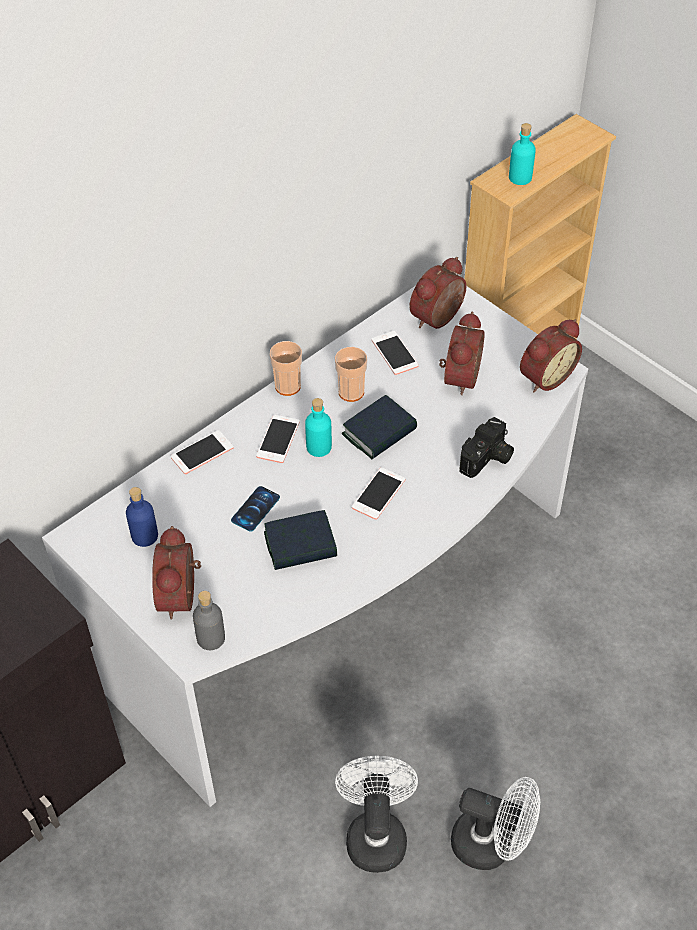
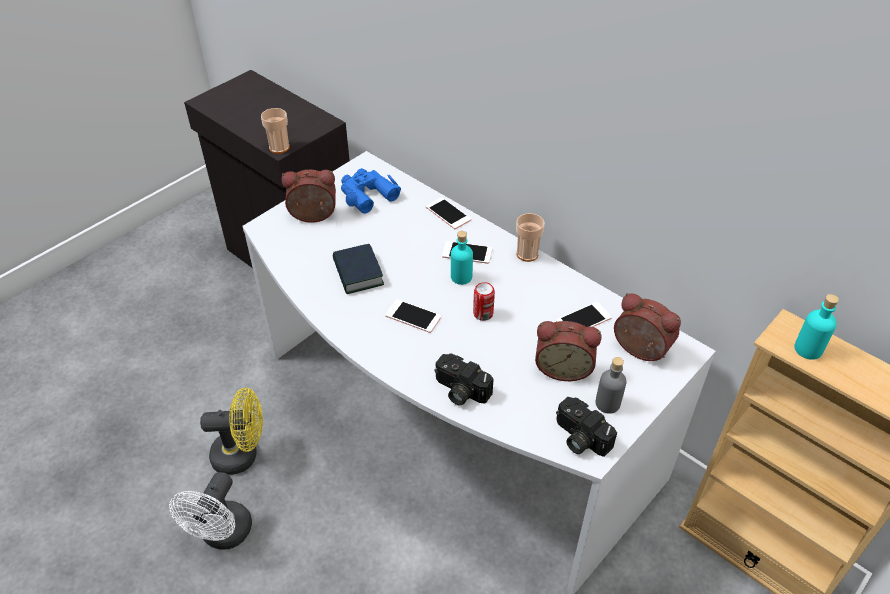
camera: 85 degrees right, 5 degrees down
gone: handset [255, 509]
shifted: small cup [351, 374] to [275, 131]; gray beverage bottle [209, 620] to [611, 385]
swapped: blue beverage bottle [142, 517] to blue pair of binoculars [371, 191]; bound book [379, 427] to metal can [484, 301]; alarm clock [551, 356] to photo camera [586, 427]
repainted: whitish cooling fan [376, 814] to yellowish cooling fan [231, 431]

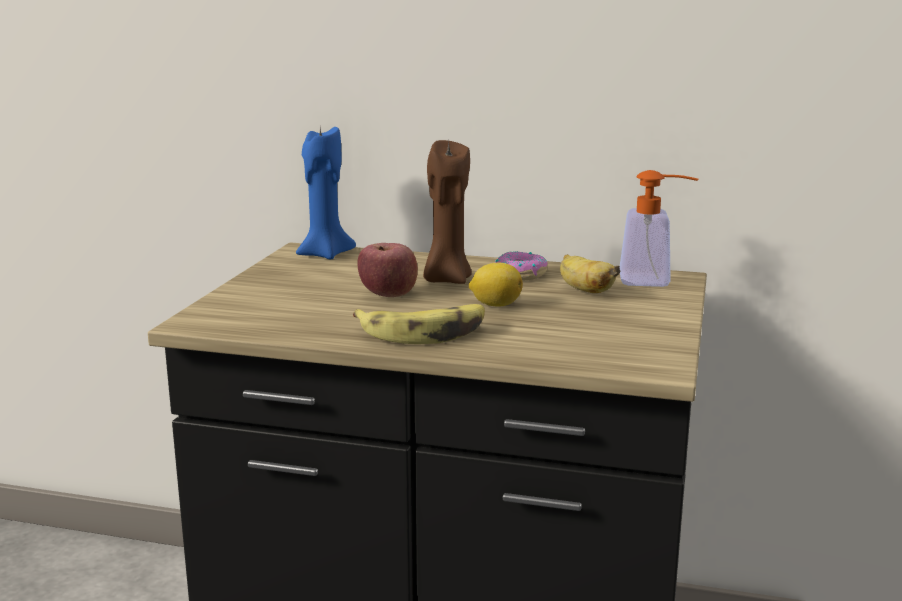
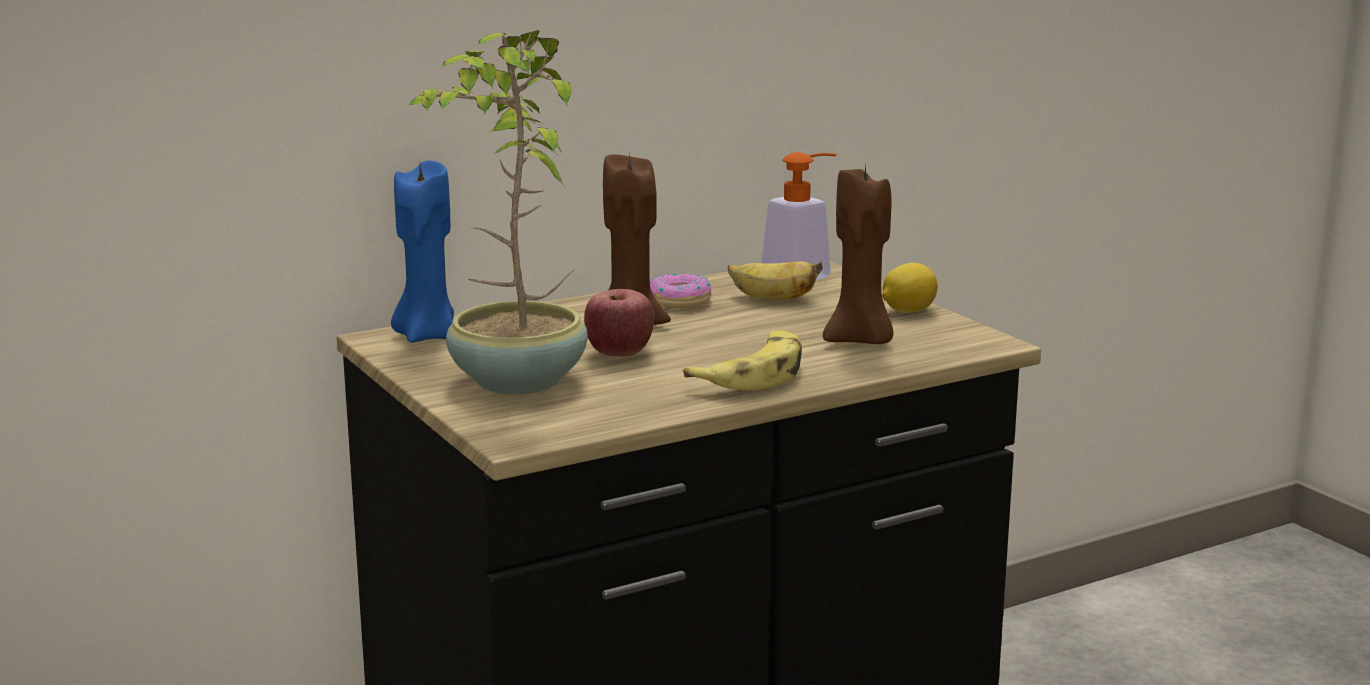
camera: 45 degrees left, 0 degrees up
new: plant in a pot [498, 212]; brownish wax light [858, 254]
shifted: citrus fruit [495, 285] to [910, 288]

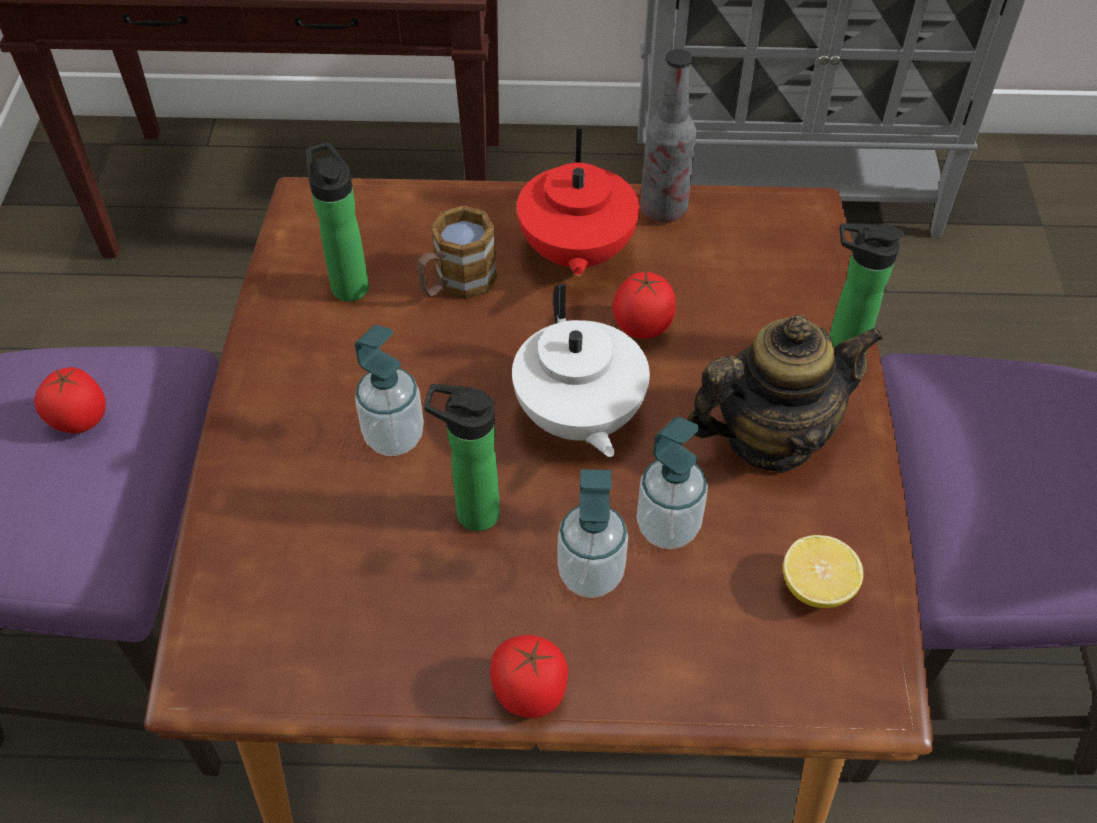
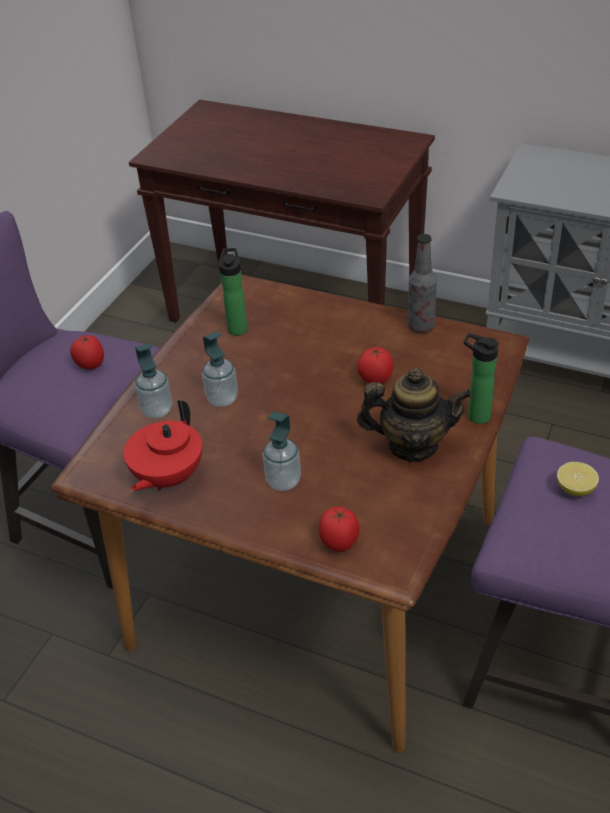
camera: 25 degrees right, 10 degrees down
gone: tea mug [457, 252]; beverage bottle [462, 457]; whitish teapot [581, 370]
shifted: reddish teapot [578, 202] to [162, 445]; soap bottle [672, 483] to [153, 380]; fresh tomato [529, 676] to [339, 529]; citrus fruit [823, 571] to [578, 479]

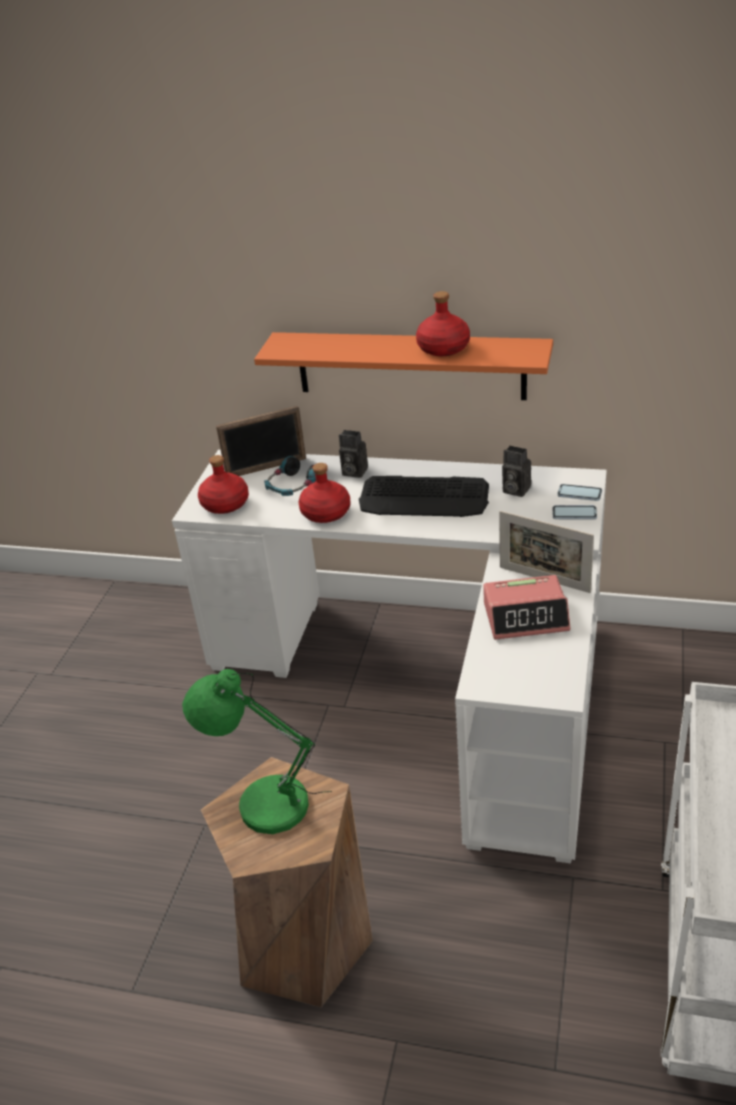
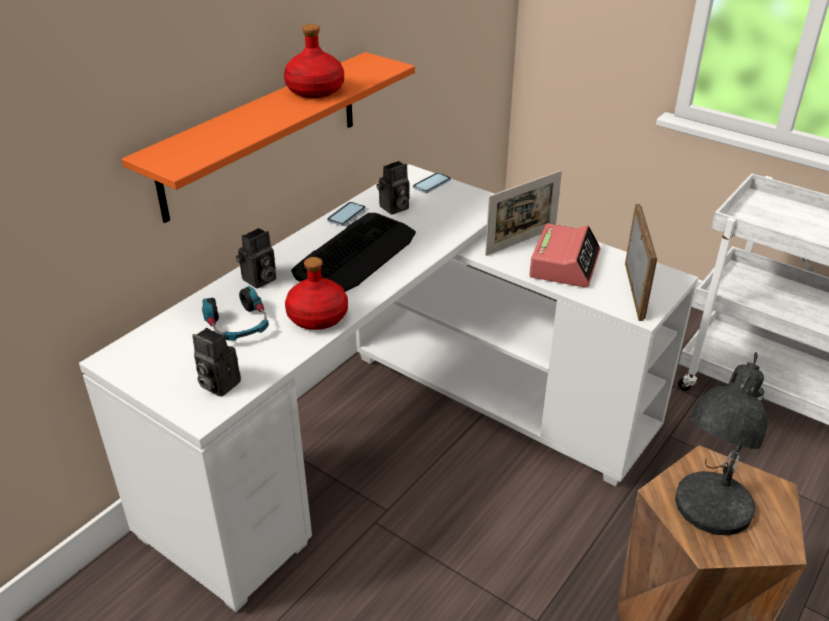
camera: 70 degrees left, 0 degrees up
shifted: handset [574, 512] to [346, 214]; standing frame [261, 441] to [641, 262]
swapped: reddish beverage bottle [223, 484] to photo camera [217, 362]
repainted: green-coloured table lamp [257, 751] to gray table lamp [721, 443]

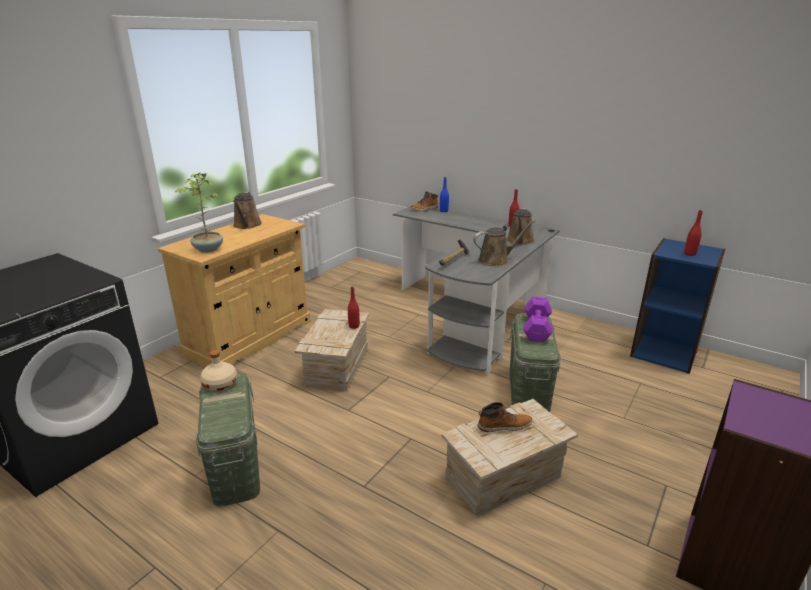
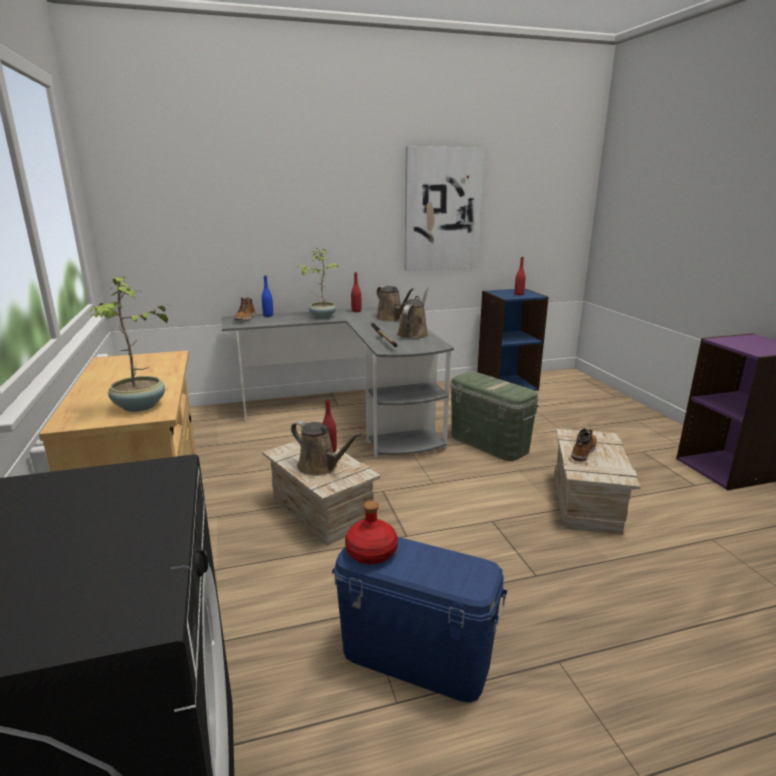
camera: 50 degrees left, 5 degrees down
gone: purplish hand weight [538, 319]
new: plant in a pot [318, 283]; picture [445, 208]
shifted: brownish watering can [247, 210] to [326, 448]
repainted: green-coloured storage bin [228, 439] to blue storage bin [420, 620]; beige-coloured beverage bottle [218, 370] to reddish beverage bottle [371, 532]

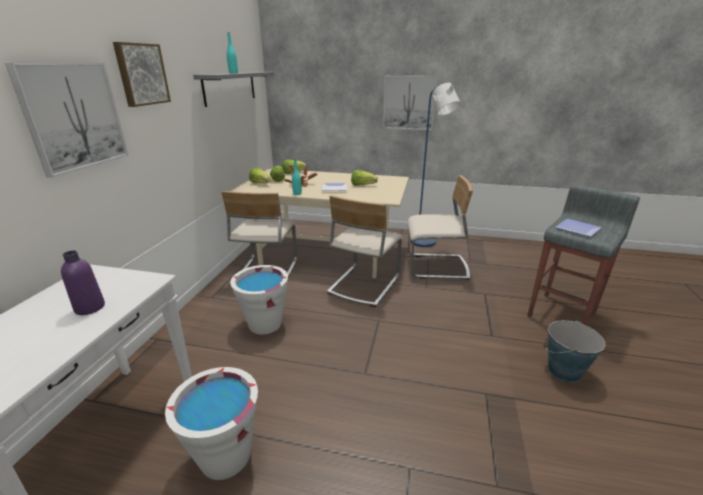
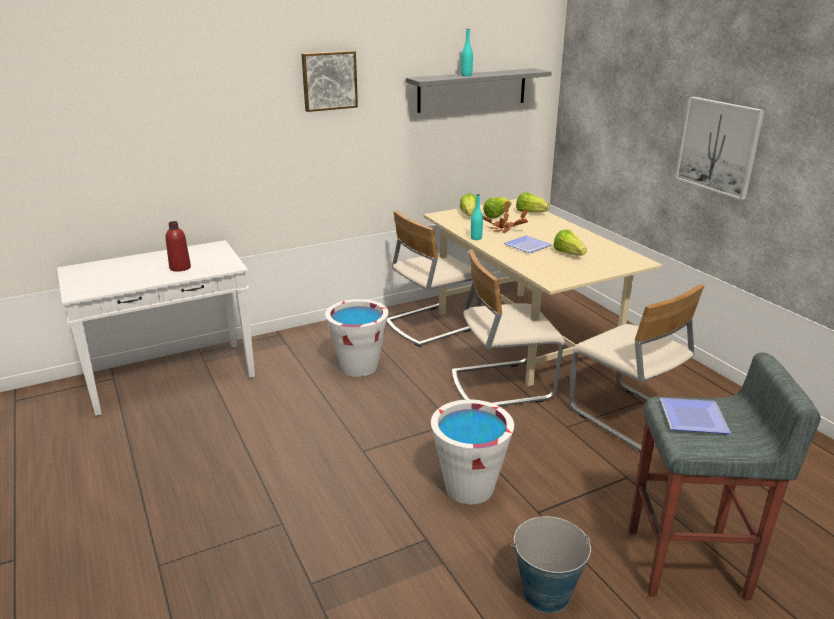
camera: 50 degrees right, 0 degrees up
gone: picture [66, 120]; blue standing lamp [435, 165]
shifted: whitish bucket [211, 423] to [472, 451]
repainted: purplish beverage bottle [83, 282] to reddish beverage bottle [178, 246]

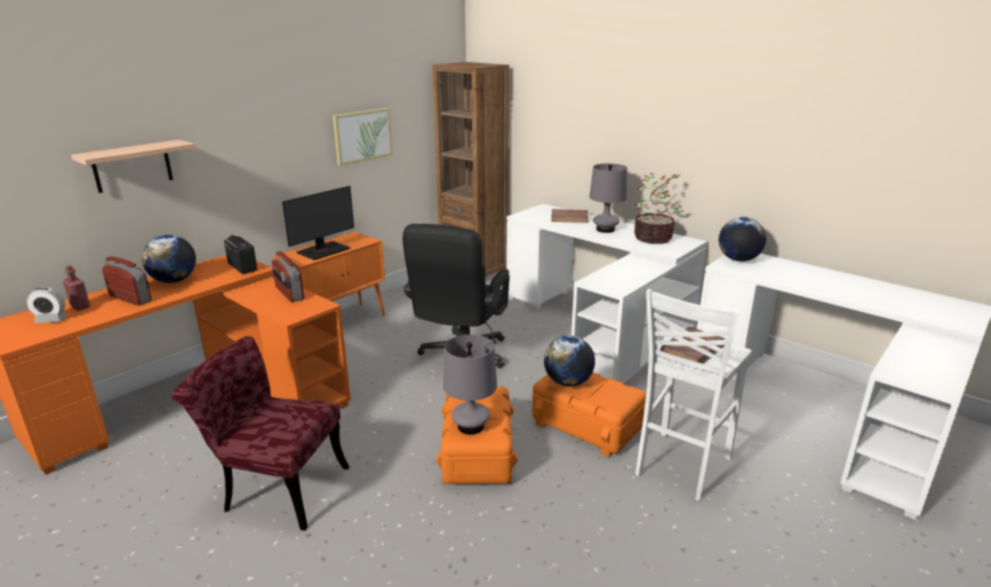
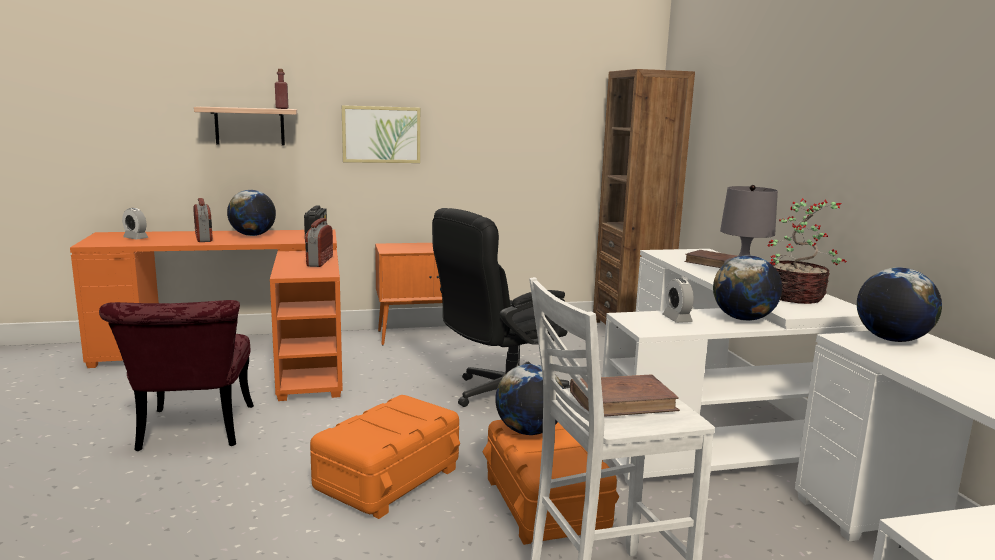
camera: 35 degrees right, 10 degrees down
gone: monitor [318, 223]; gray table lamp [470, 385]
new: alarm clock [678, 300]; globe [747, 288]
shifted: reddish beverage bottle [76, 288] to [281, 89]; picture [362, 137] to [381, 134]
rotated: reddish plain chair [260, 433] = [176, 375] 150 degrees counterclockwise

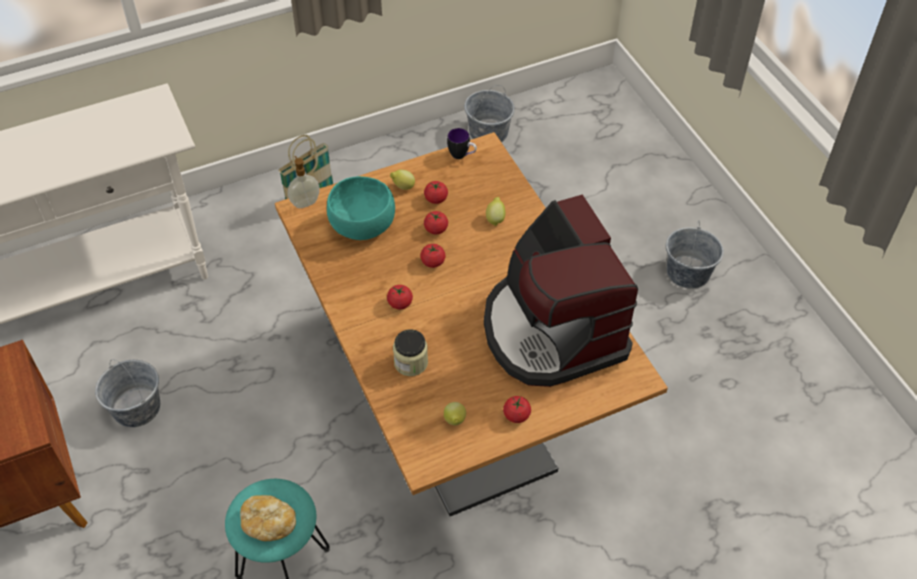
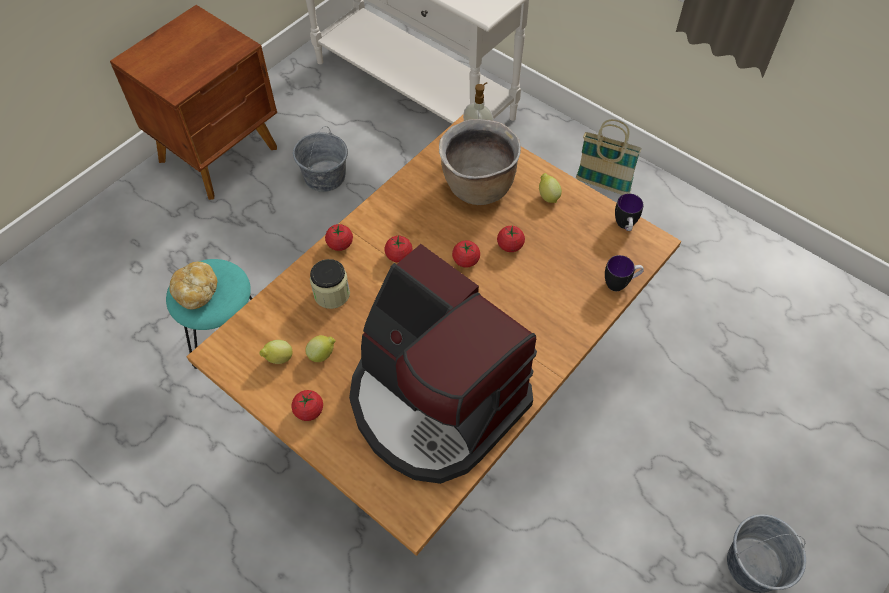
camera: 65 degrees right, 5 degrees up
gone: gray bucket [489, 113]
new: tea mug [624, 273]
shifted: citrus fruit [496, 211] to [320, 348]; fresh tomato [436, 192] to [339, 237]
swapped: blue-green serving bowl [361, 208] to brownish stockpot [480, 162]
rotated: coffee brewer [561, 290] = [443, 364] 90 degrees counterclockwise

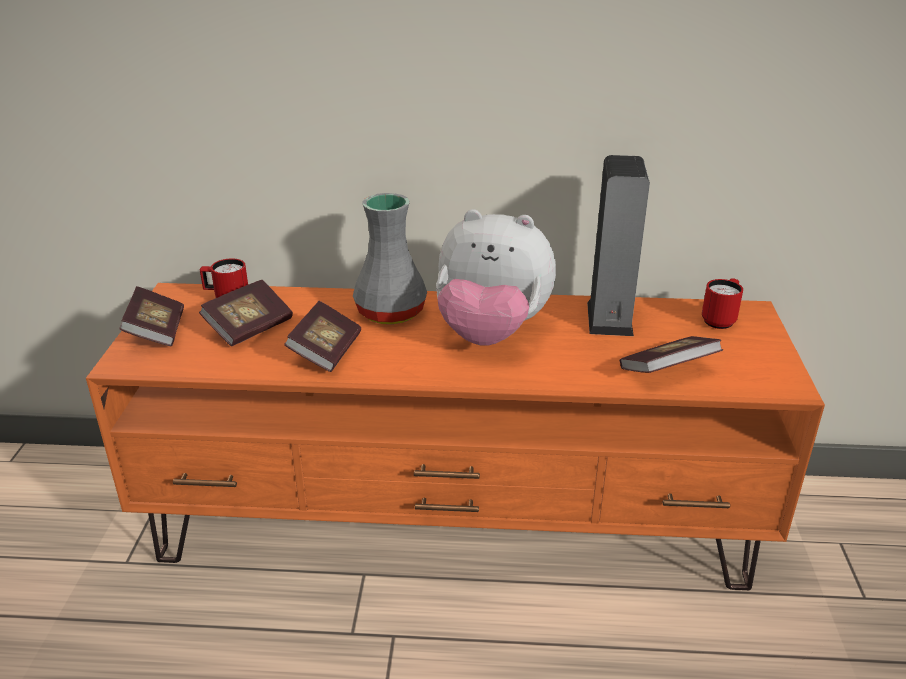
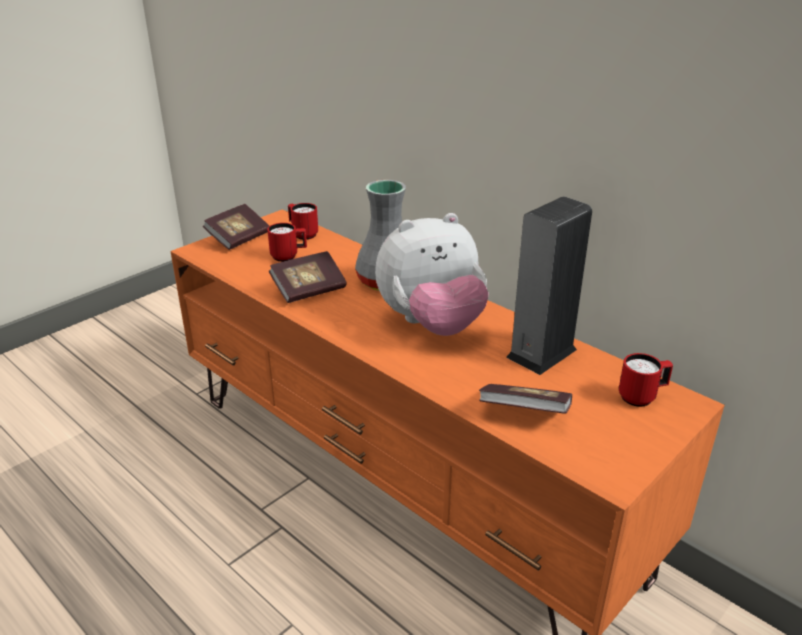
camera: 40 degrees right, 0 degrees up
swapped: bound book [246, 313] to reddish tea mug [287, 242]
rotated: soft toy [496, 277] = [432, 274] 75 degrees counterclockwise

